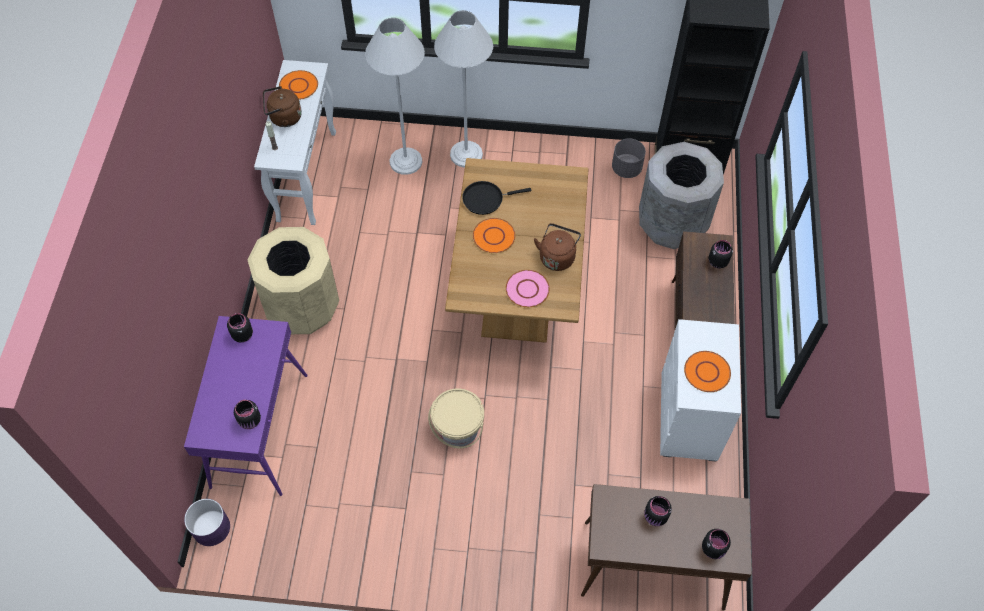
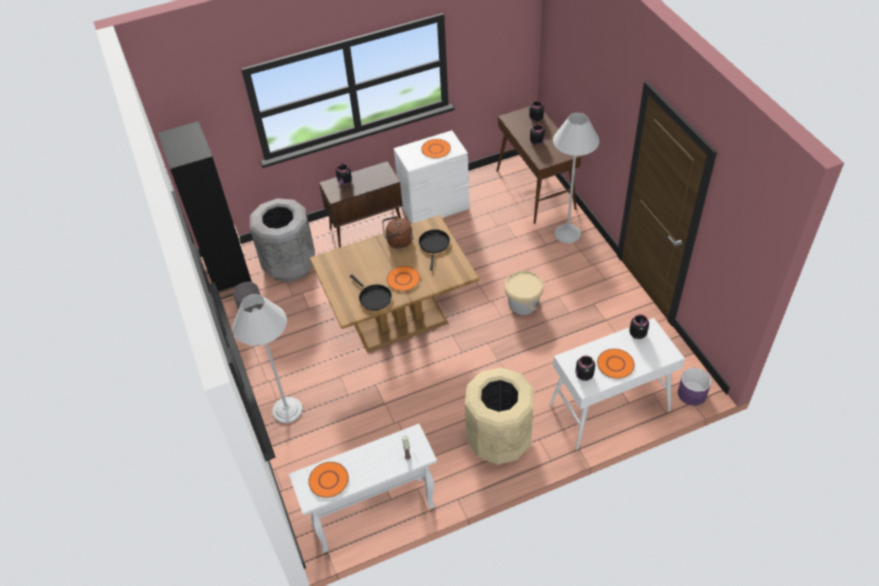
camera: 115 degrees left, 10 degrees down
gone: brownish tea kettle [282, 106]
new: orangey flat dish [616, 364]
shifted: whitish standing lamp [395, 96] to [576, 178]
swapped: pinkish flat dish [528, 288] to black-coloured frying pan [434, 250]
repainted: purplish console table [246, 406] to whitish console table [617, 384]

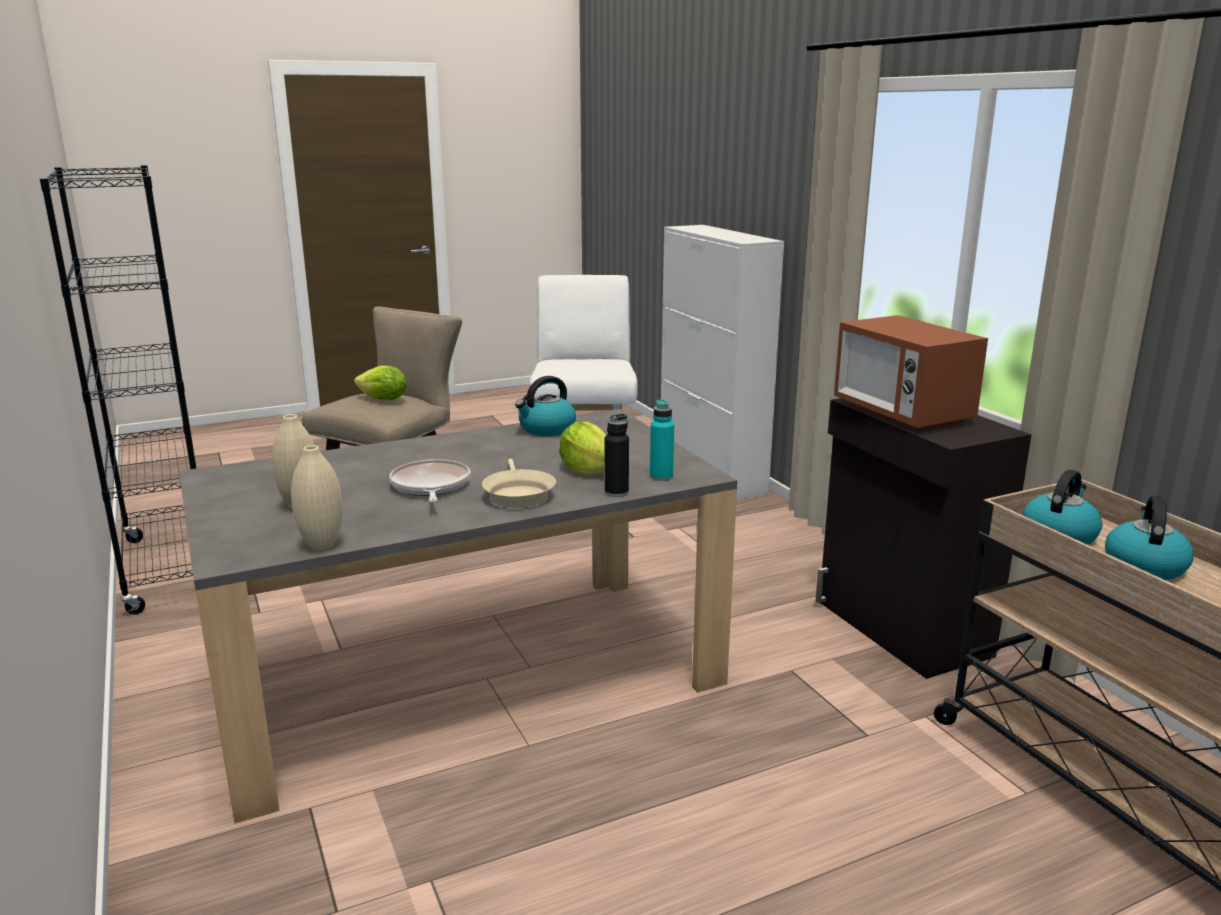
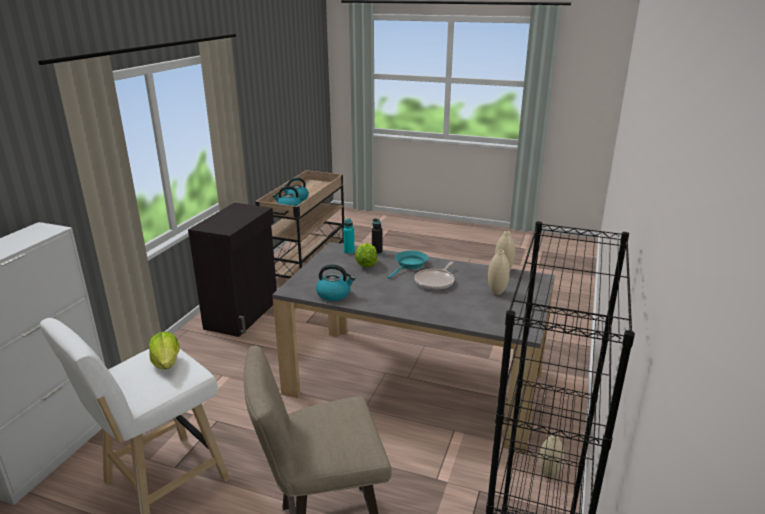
camera: 135 degrees left, 5 degrees up
gone: microwave [911, 372]
new: beige-coloured flower vase [551, 456]
shifted: head of lettuce [380, 382] to [164, 351]
repainted: beige-coloured frying pan [519, 483] to blue-green frying pan [408, 265]

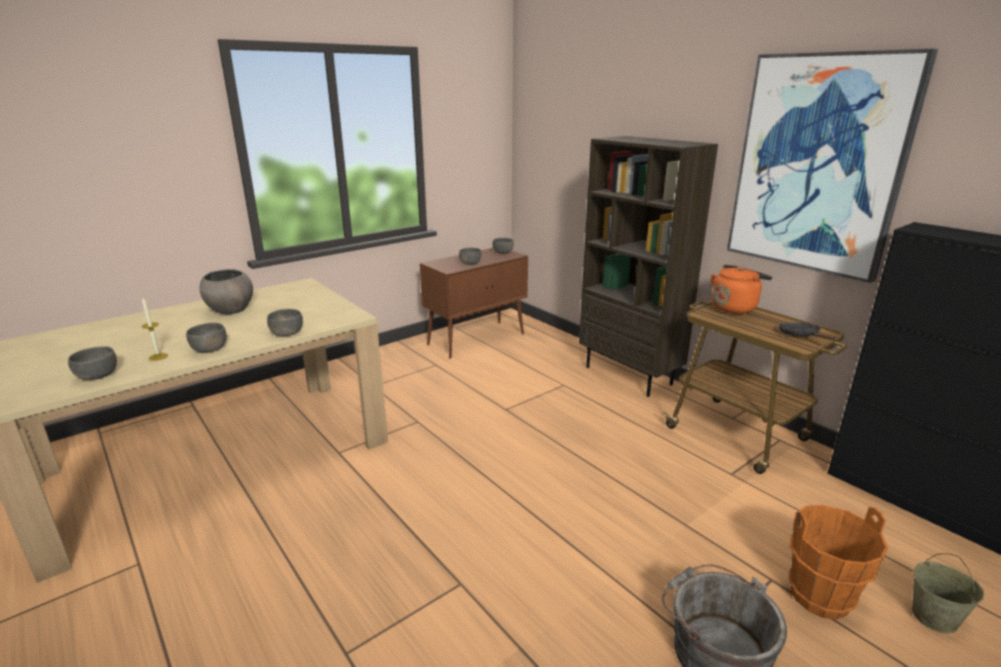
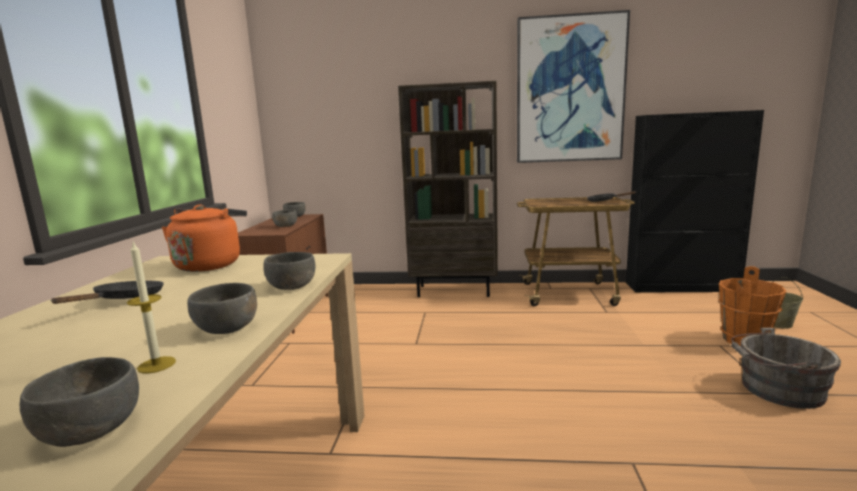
camera: 45 degrees left, 10 degrees down
shifted: orangey tea kettle [741, 288] to [204, 238]
swapped: gray serving bowl [226, 291] to black-coloured frying pan [107, 292]

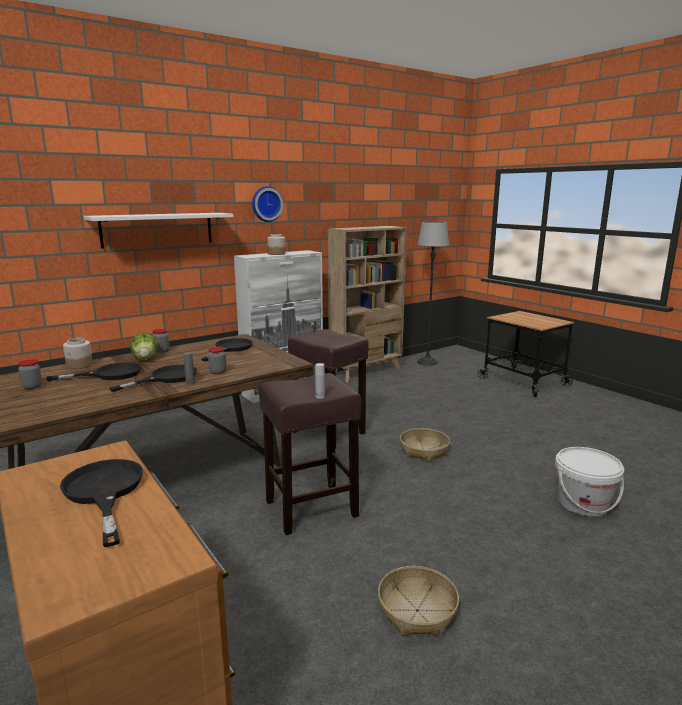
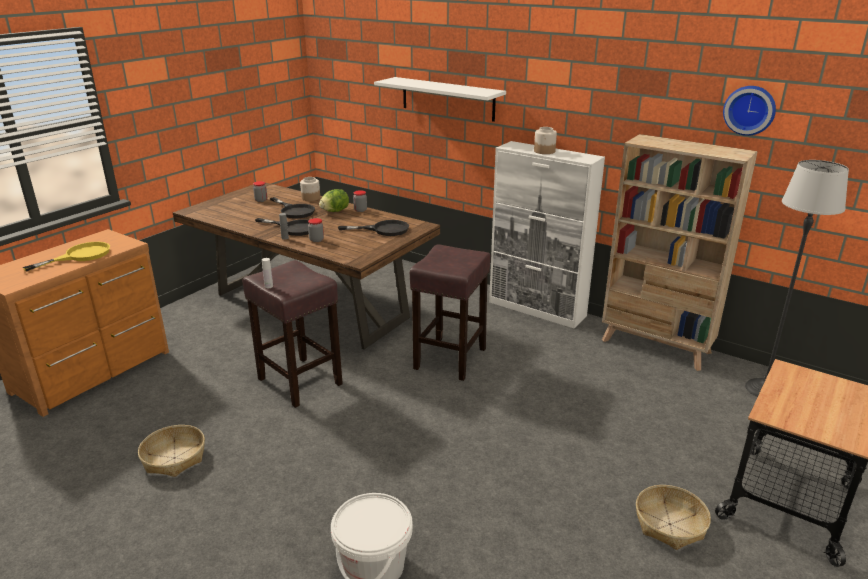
camera: 70 degrees right, 10 degrees up
shifted: basket [425, 445] to [673, 517]; clock on the wall [267, 204] to [749, 111]
repainted: black-coloured frying pan [101, 503] to yellowish frying pan [66, 256]

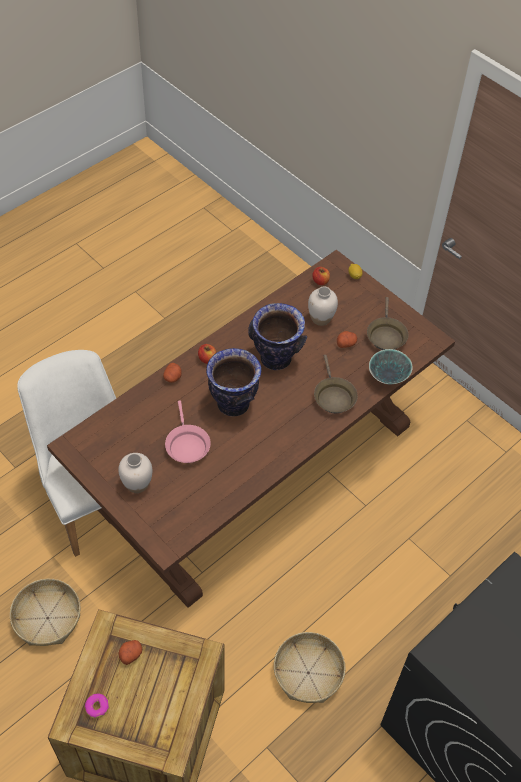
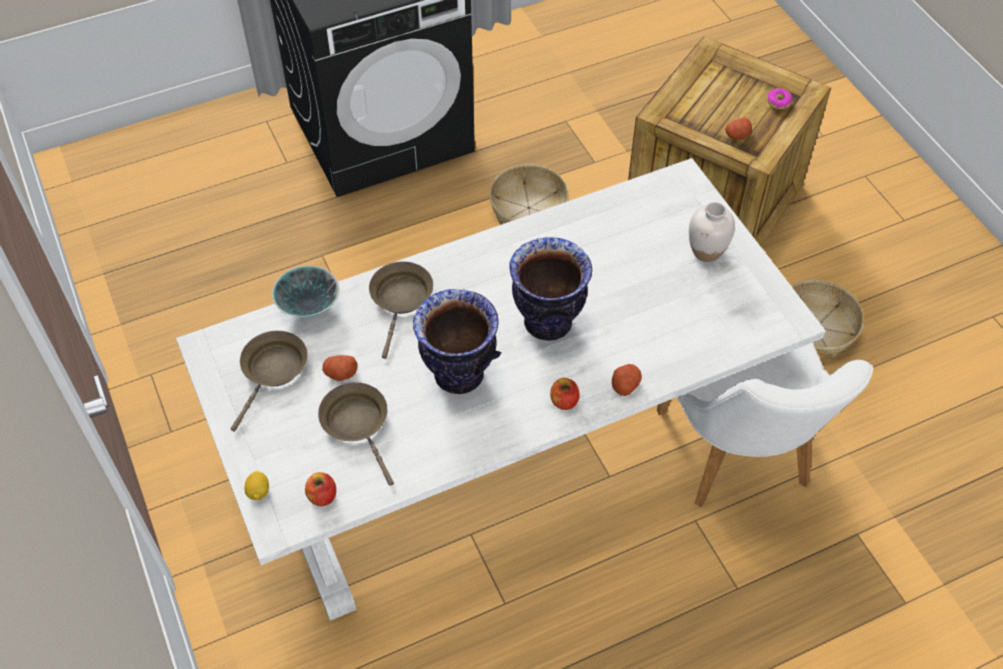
camera: 160 degrees left, 0 degrees up
gone: pinkish frying pan [188, 431]
swapped: whitish flower vase [323, 306] to brownish frying pan [356, 434]
repainted: brownish kitchen table [251, 429] to whitish kitchen table [500, 389]

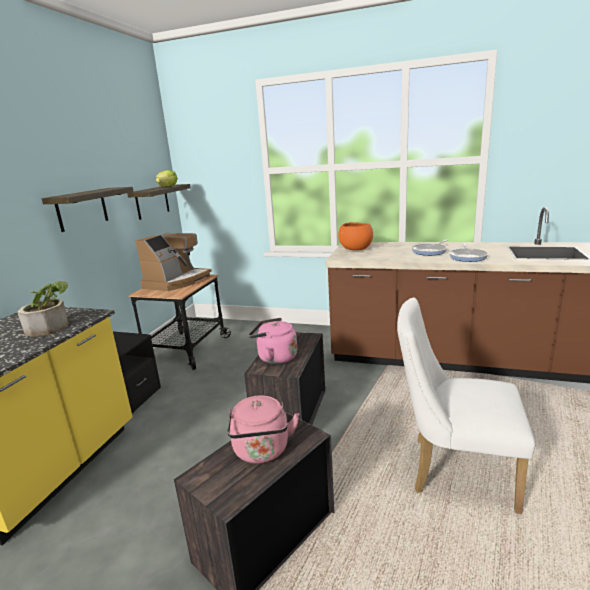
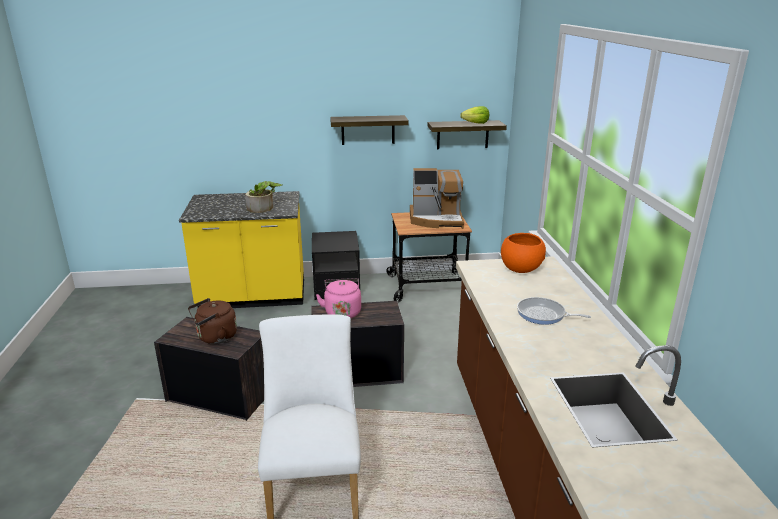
camera: 65 degrees right, 5 degrees up
gone: frying pan [468, 252]
repainted: pinkish tea kettle [264, 429] to brownish tea kettle [212, 321]

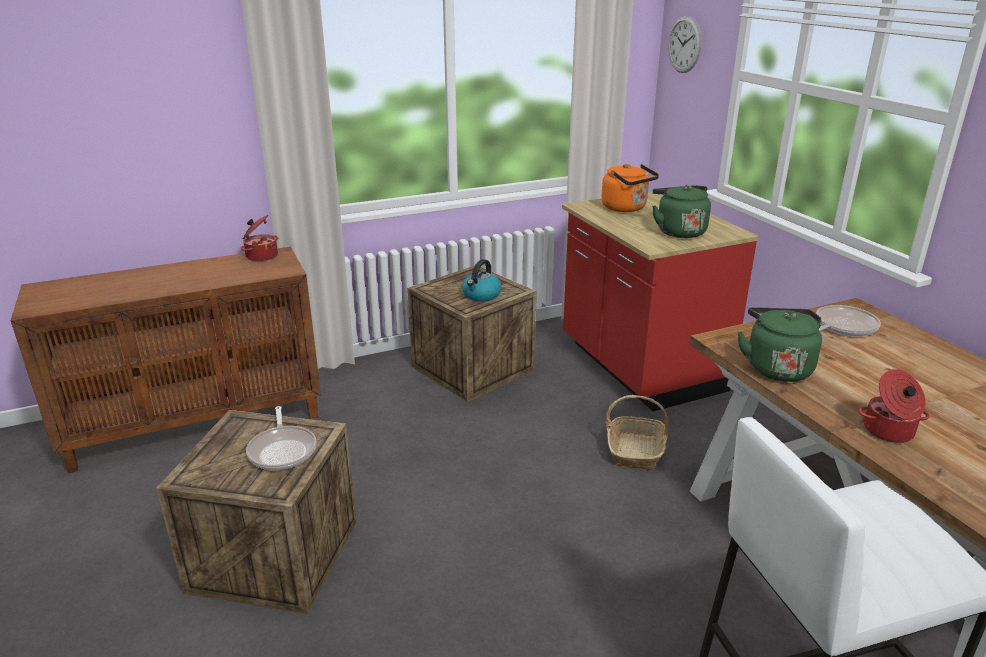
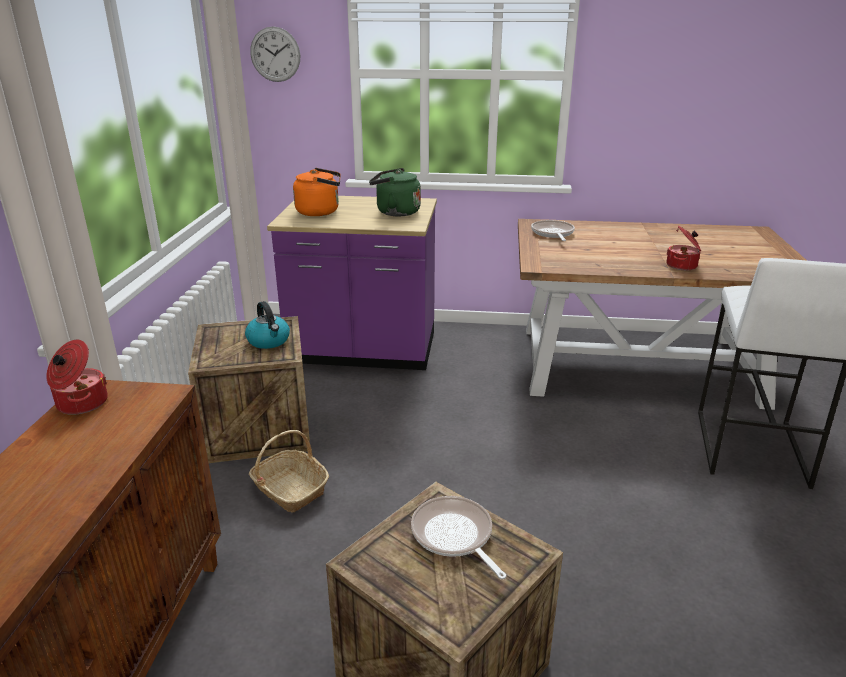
camera: 60 degrees left, 0 degrees up
gone: green-coloured tea kettle [780, 344]
shifted: basket [637, 432] to [289, 471]
repainted: reddish kitchen base unit [660, 301] to purplish kitchen base unit [352, 283]
rotated: frying pan [281, 438] = [459, 537] 135 degrees counterclockwise

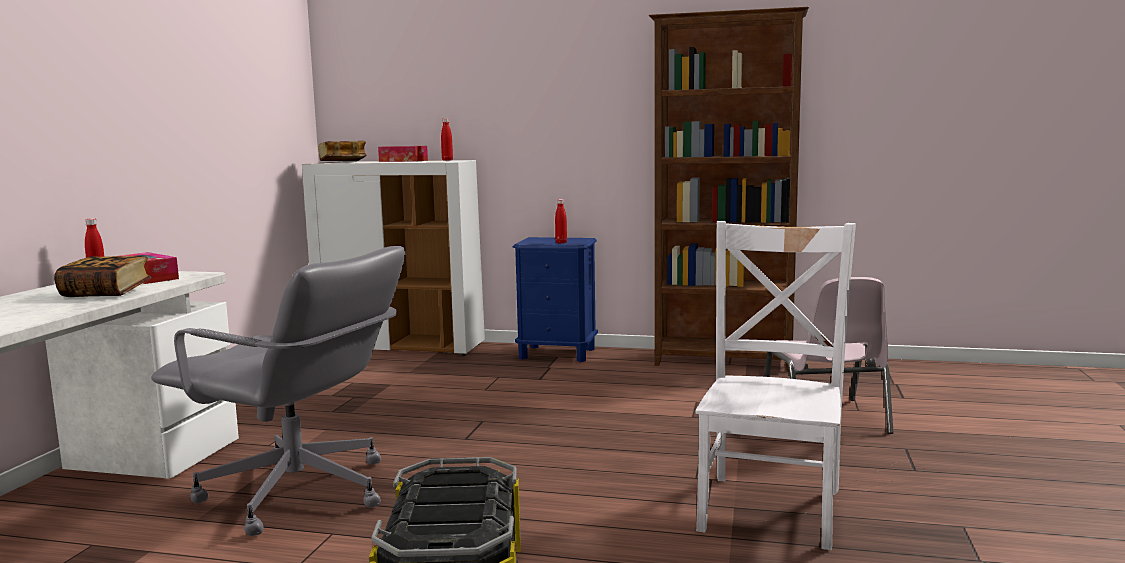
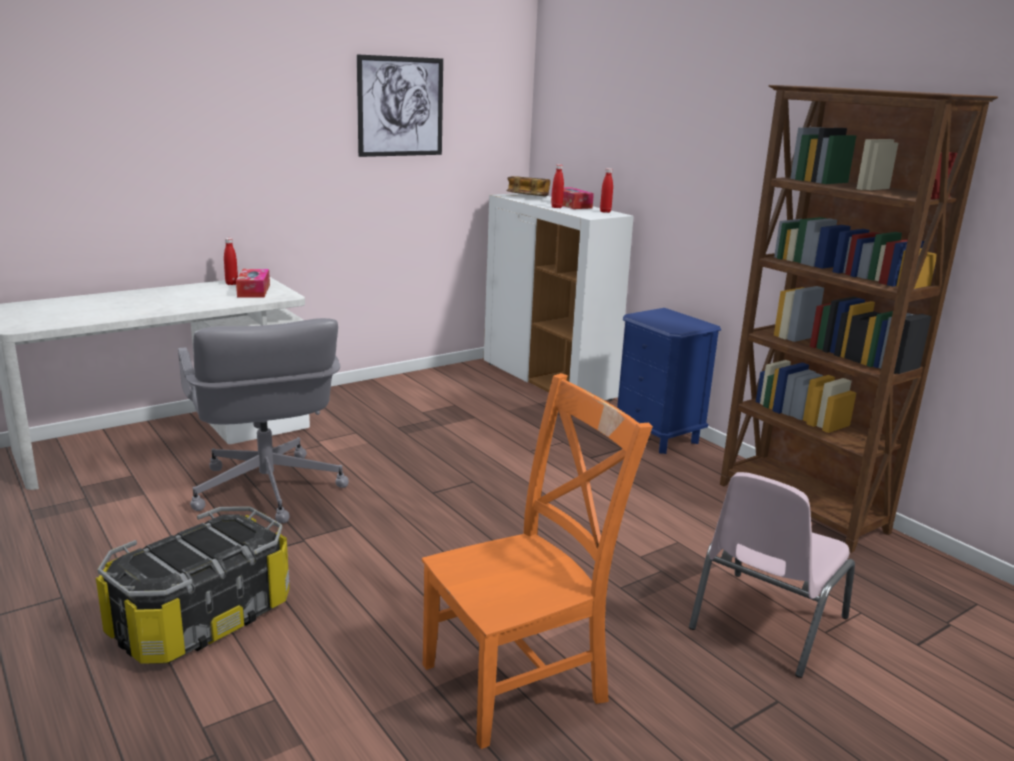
camera: 40 degrees right, 10 degrees up
gone: bound book [103, 276]
new: picture [400, 105]
shifted: reddish beverage bottle [561, 221] to [558, 186]
repainted: whitish plain chair [776, 385] to orangey plain chair [537, 561]

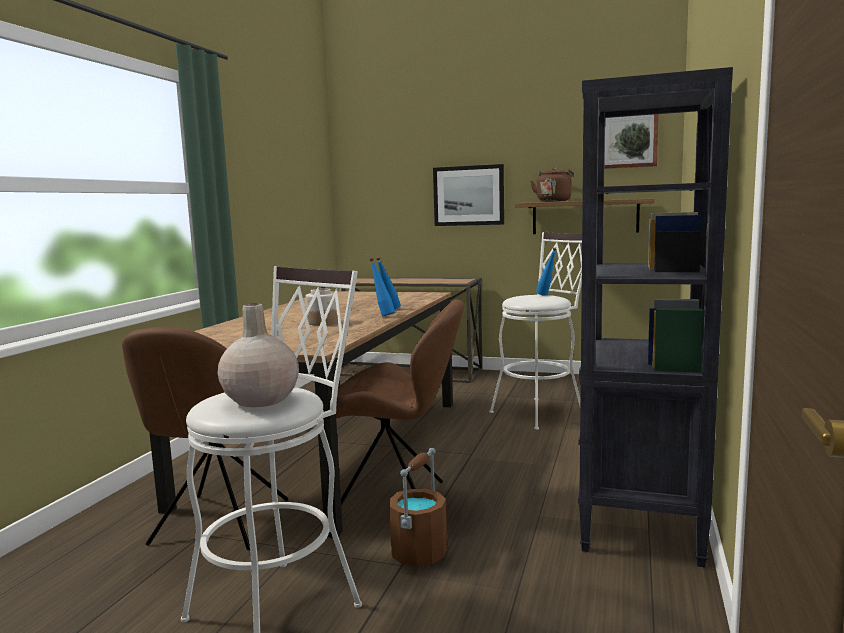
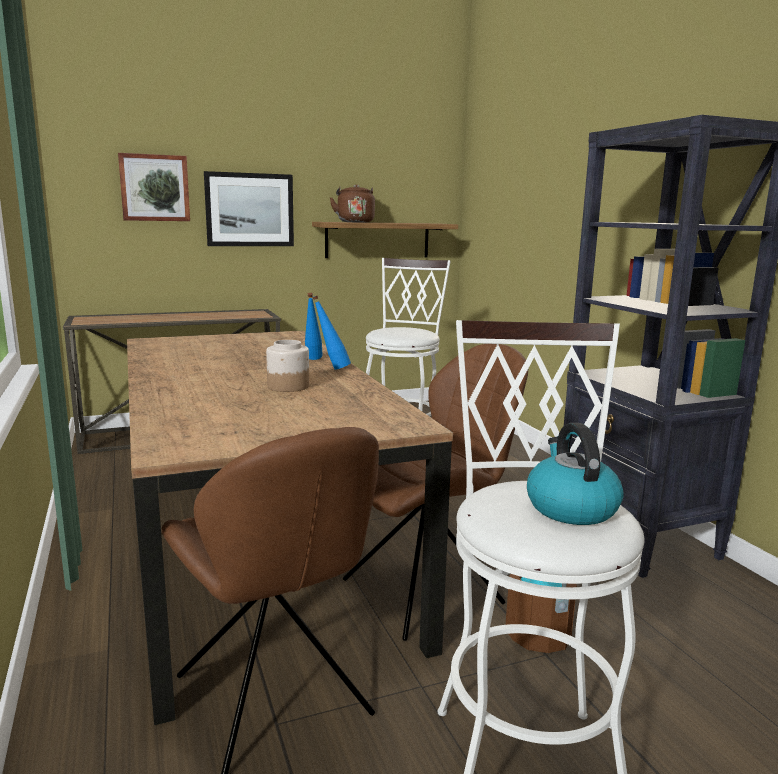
camera: 40 degrees left, 5 degrees up
gone: blue beverage bottle [546, 272]
shifted: picture [631, 141] to [154, 187]
swapped: beige-coloured flower vase [258, 355] to tea kettle [575, 474]

